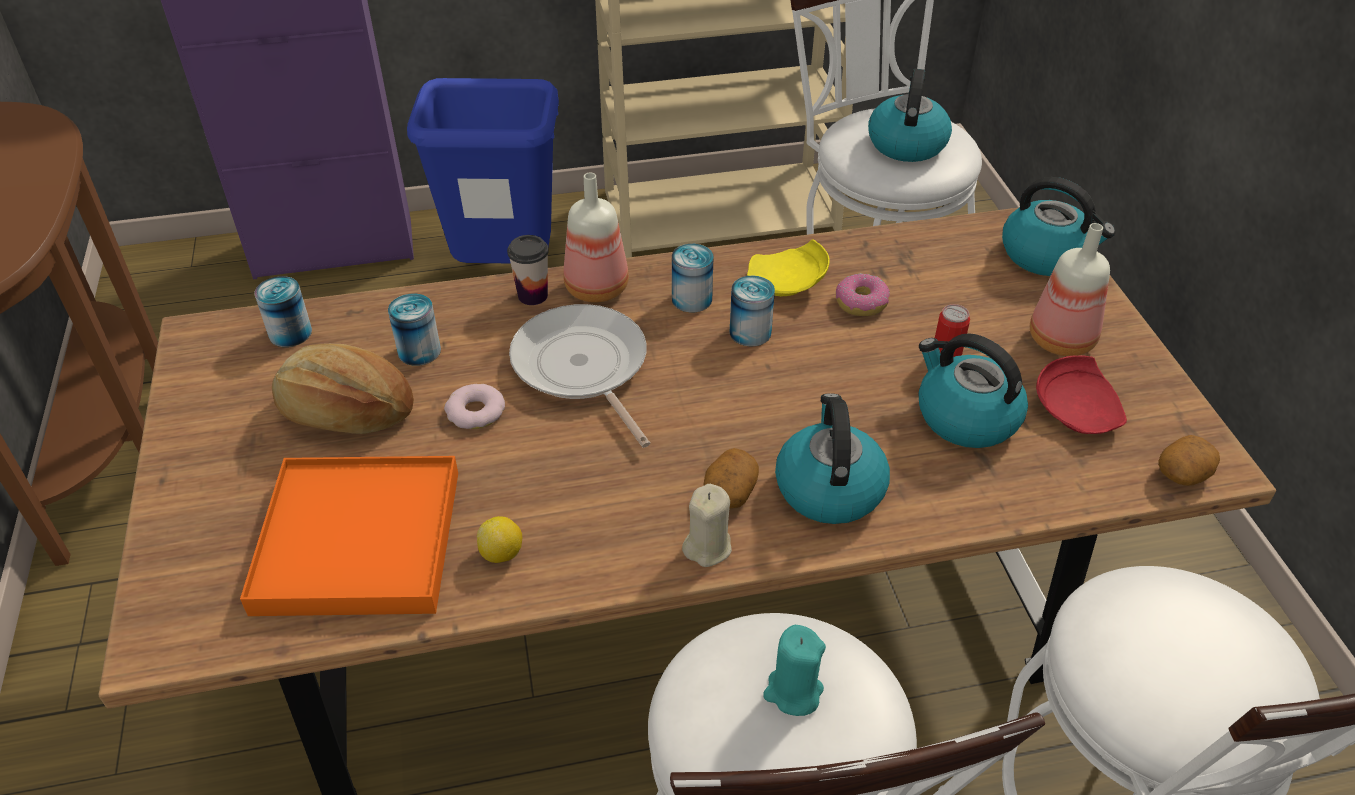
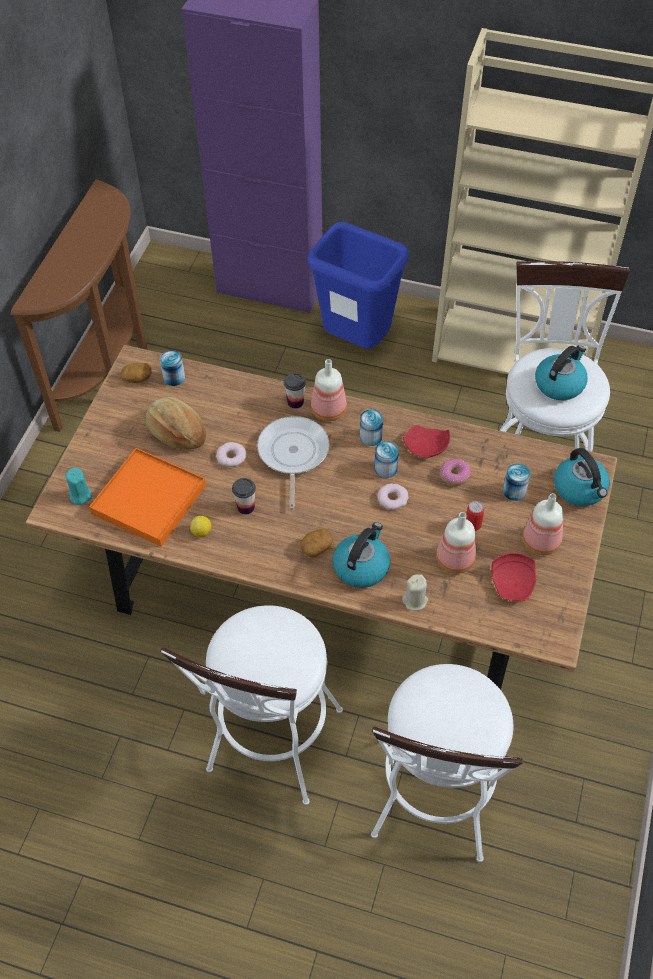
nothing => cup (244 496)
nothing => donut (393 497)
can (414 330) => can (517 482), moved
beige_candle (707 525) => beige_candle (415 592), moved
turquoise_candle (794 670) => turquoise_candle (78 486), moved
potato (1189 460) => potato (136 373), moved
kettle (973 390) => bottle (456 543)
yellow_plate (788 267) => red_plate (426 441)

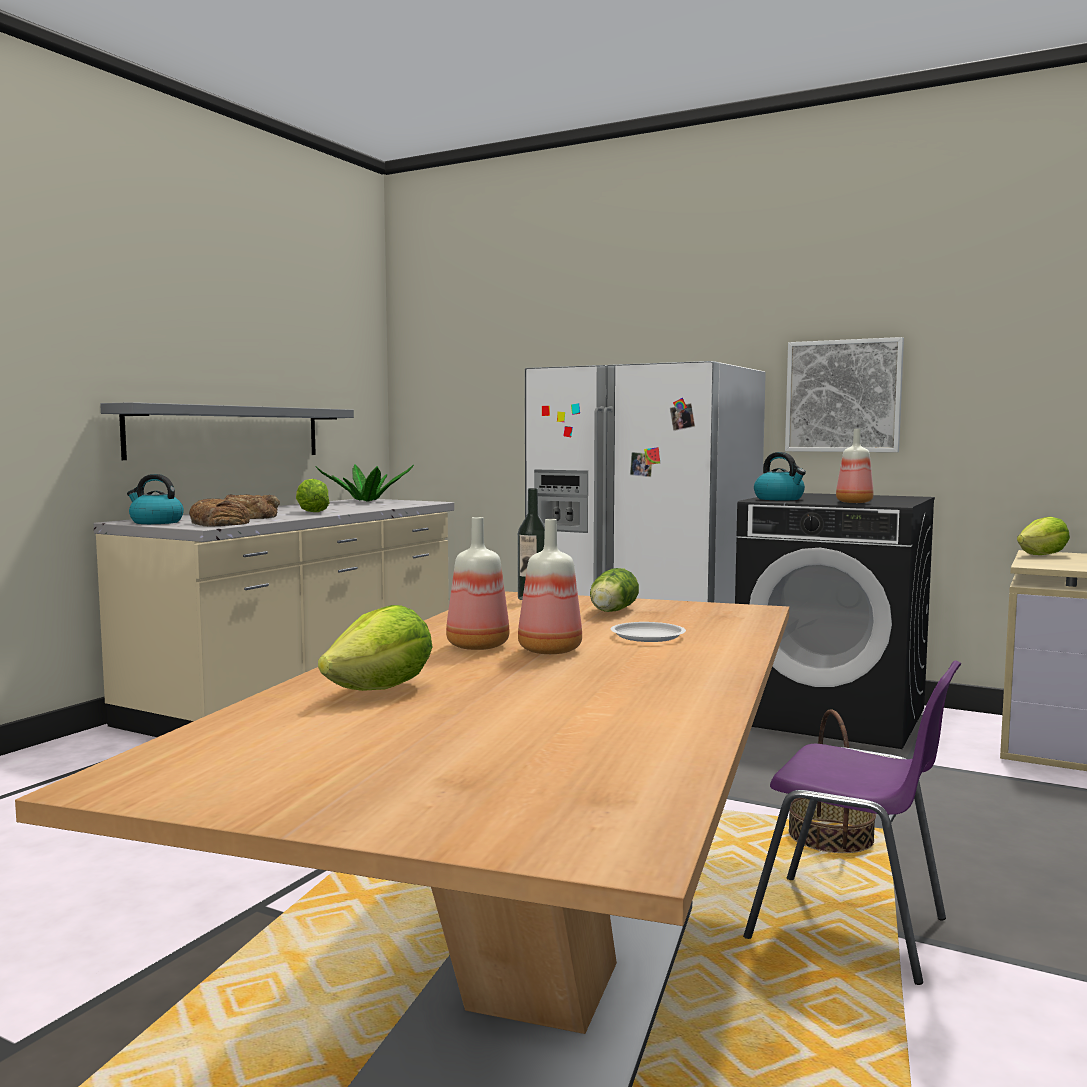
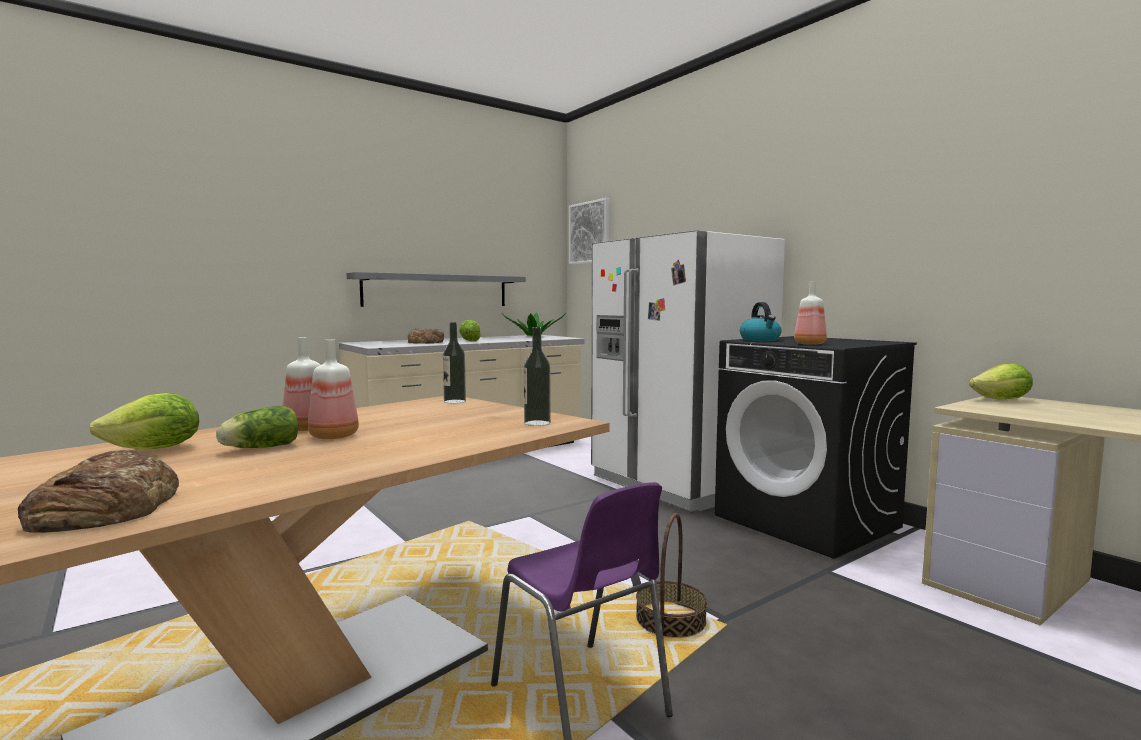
kettle (155 499) => nothing
white_plate (648 632) => nothing
nothing => bottle (537 376)
bread (219 512) => bread (98 491), moved
lettuce (614 590) => lettuce (257 427), moved
picture (844 394) => picture (589 231), moved

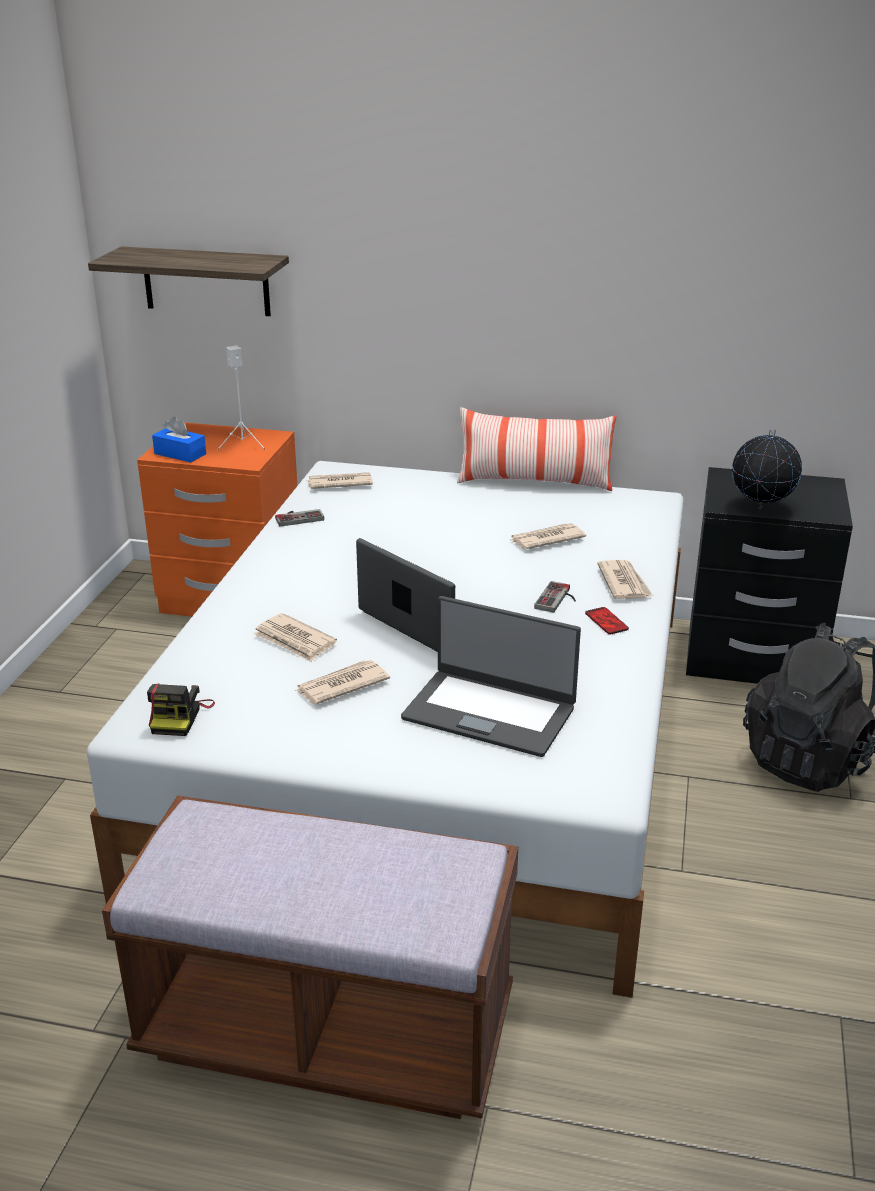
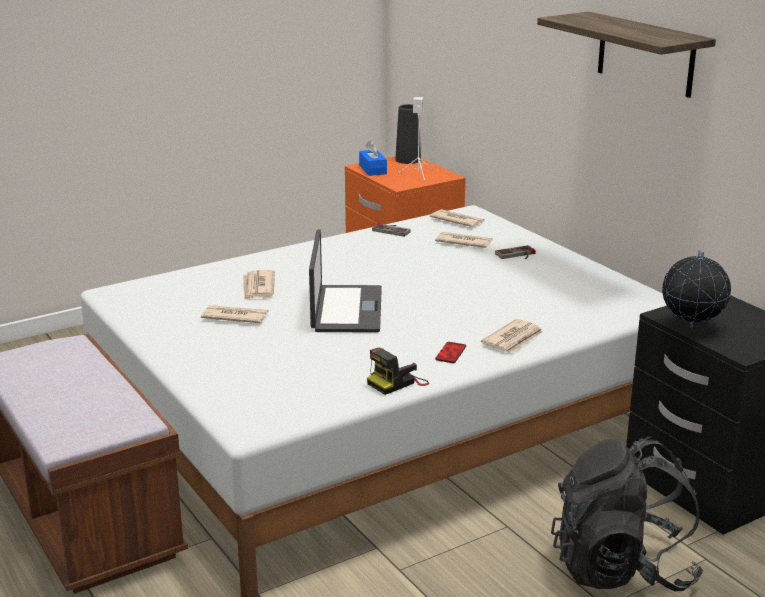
laptop (491 676) => nothing
pillow (536 449) => nothing
nothing => black_vase (408 134)
shelf (188 281) => shelf (626 55), moved
photo_camera (181 710) => photo_camera (398 371), moved
newspaper (548 536) => newspaper (464 240), moved
game_controller (555 597) => game_controller (515 252), moved

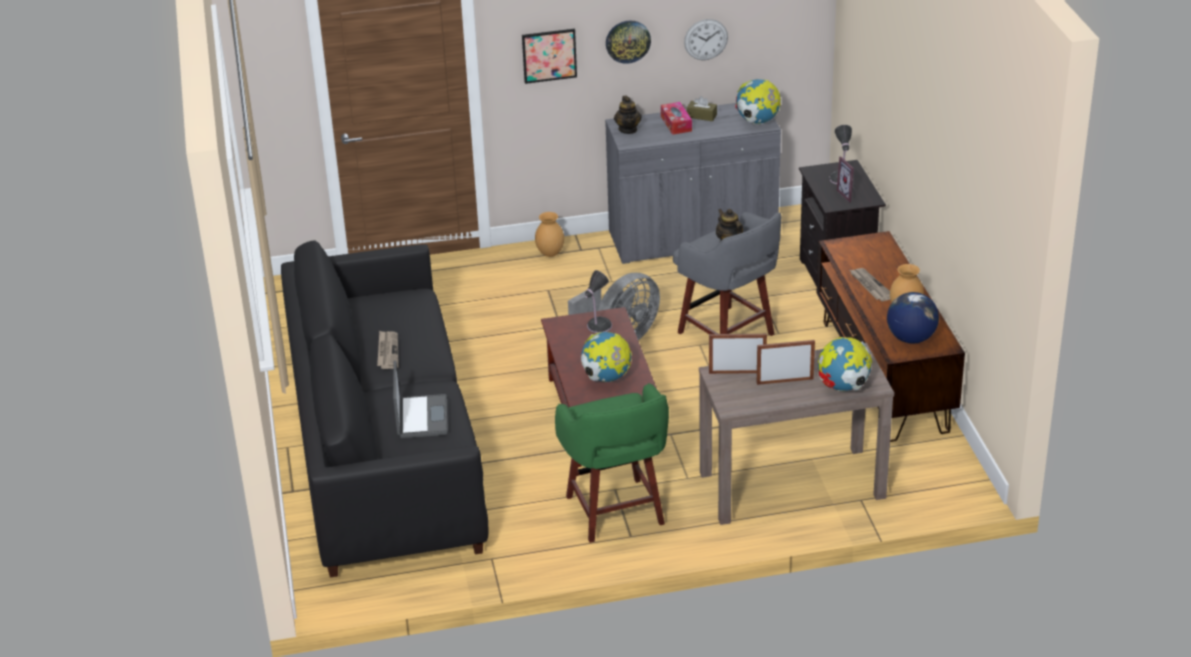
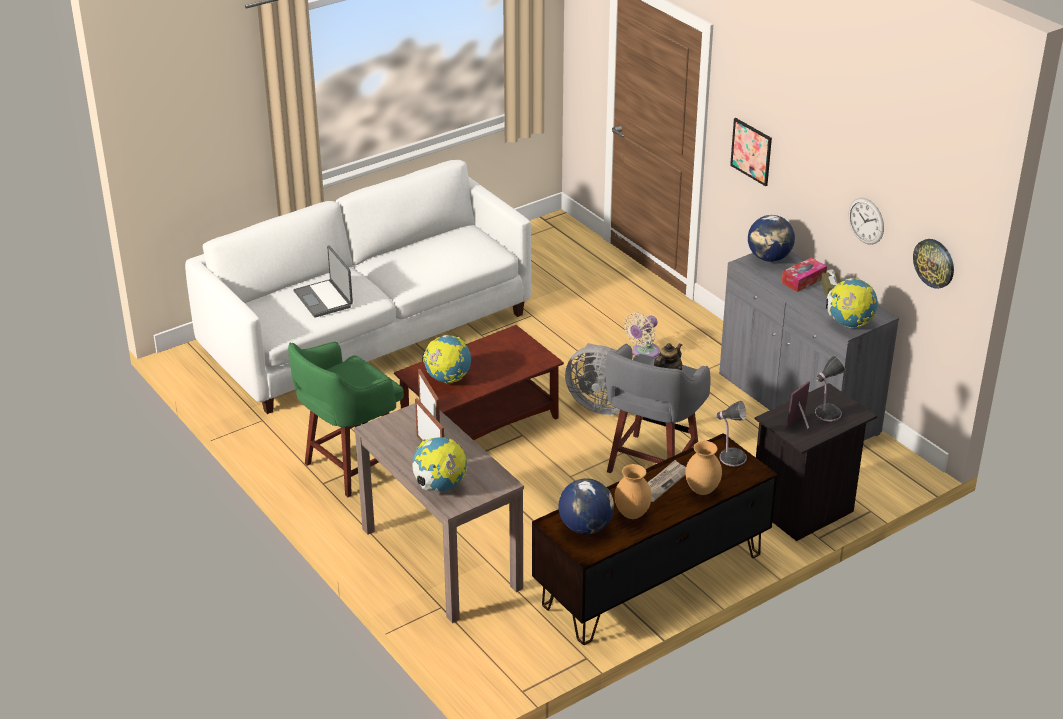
newspaper (388 350) => nothing
nothing => beige_fan (642 334)
brown_vase (549 234) => brown_vase (704 468), moved
table_lamp (598 301) => table_lamp (731 434), moved
wall_clock (628 42) => wall_clock (933 264), moved
teapot (628 115) => globe (771 238)
black_sofa (384 409) => white_sofa (358 287)
laptop (420 399) => laptop (323 281), 90 degrees clockwise

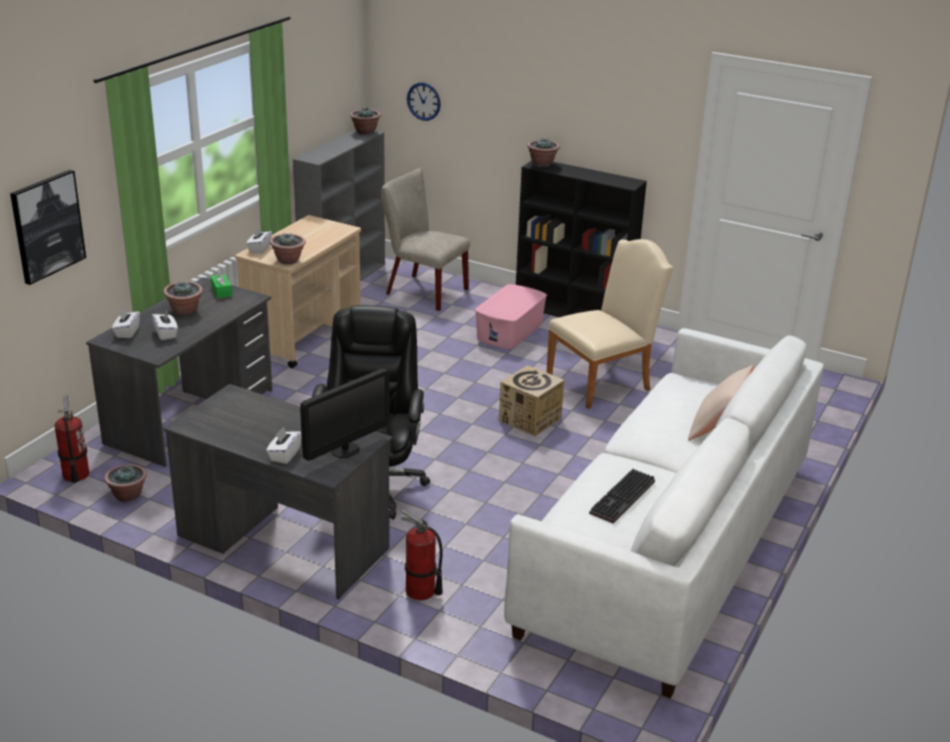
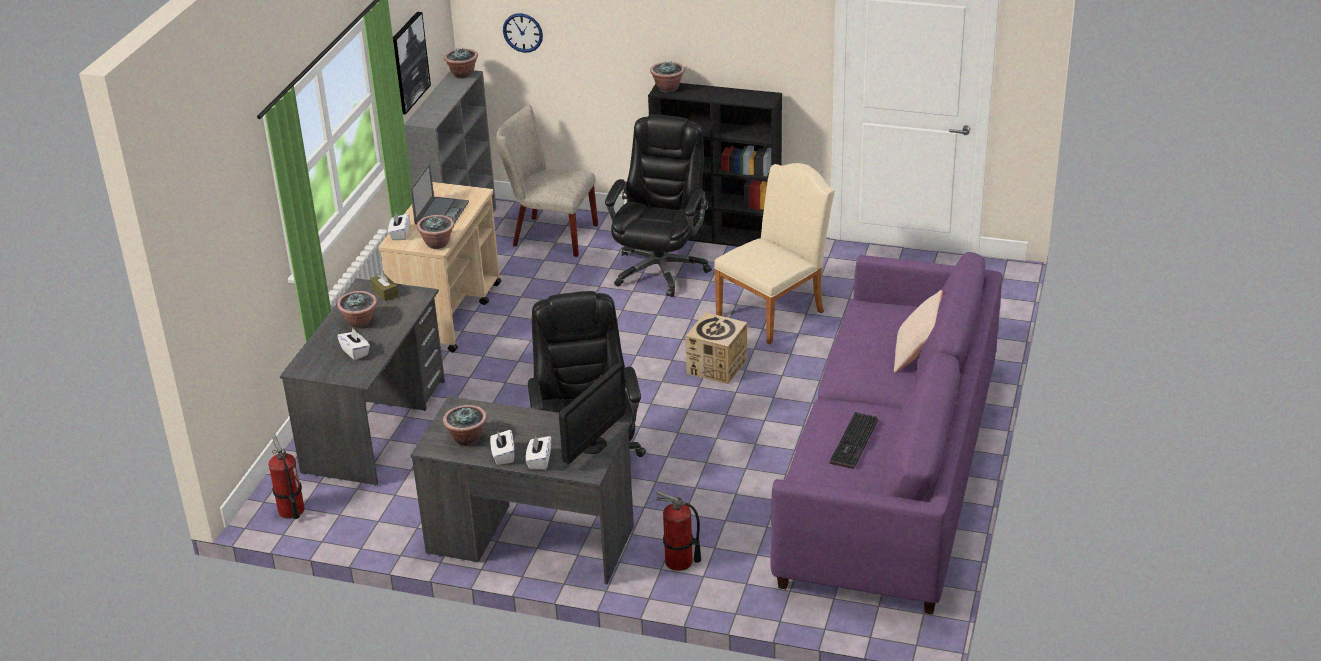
nothing => laptop (439 193)
picture (48 227) => picture (412 63), moved
potted_plant (125 483) => potted_plant (465 425), moved
white_tissue_box (126 323) => white_tissue_box (502 447), moved
pink_storage_box (511 316) => black_office_chair (658 205)
green_tissue_box (221 284) => brown_tissue_box (384 286)
white_sofa (664 513) => purple_sofa (886 433)

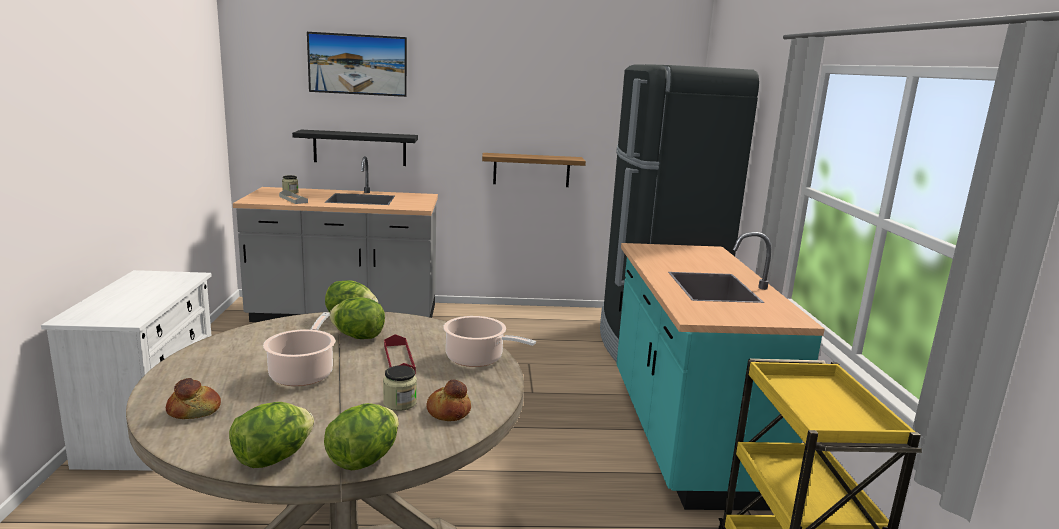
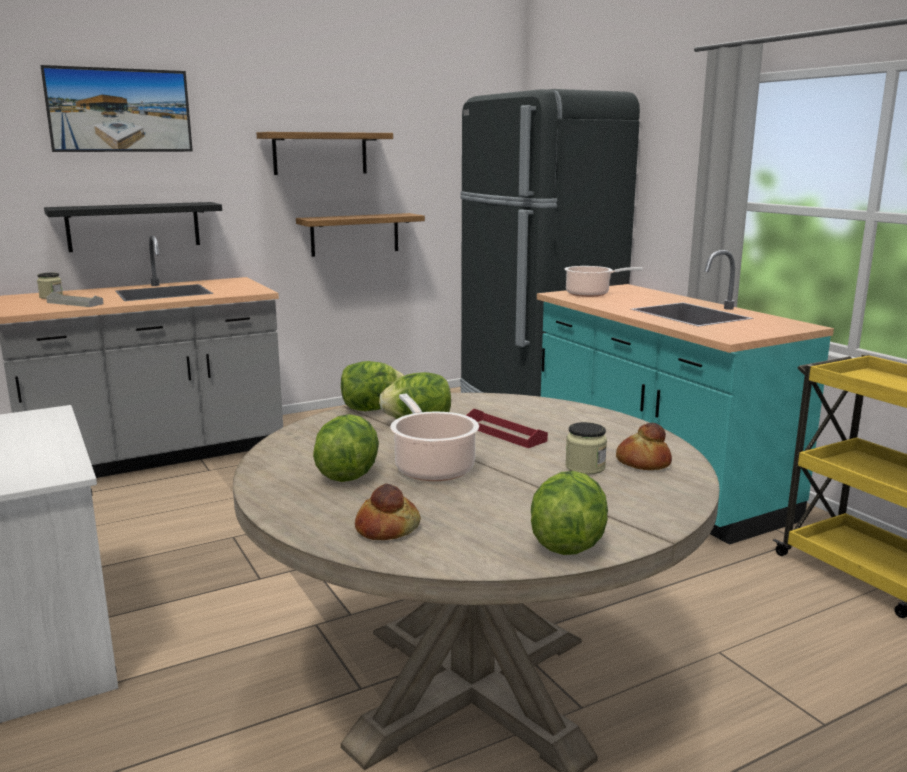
nothing => shelf (324 153)
lettuce (361 436) => lettuce (346 448), moved
cooking_pot (489 341) => cooking_pot (604 281), moved

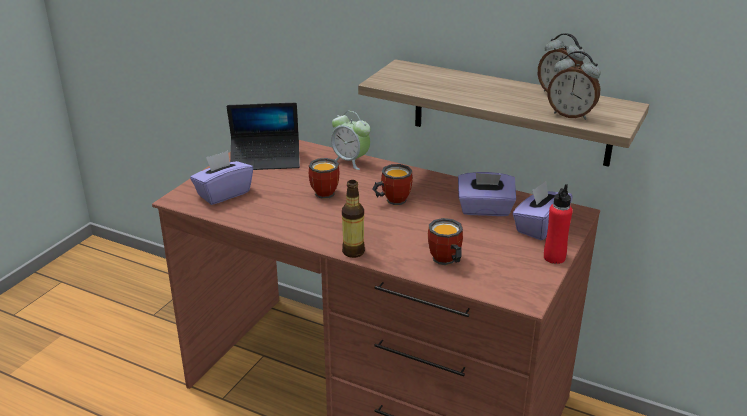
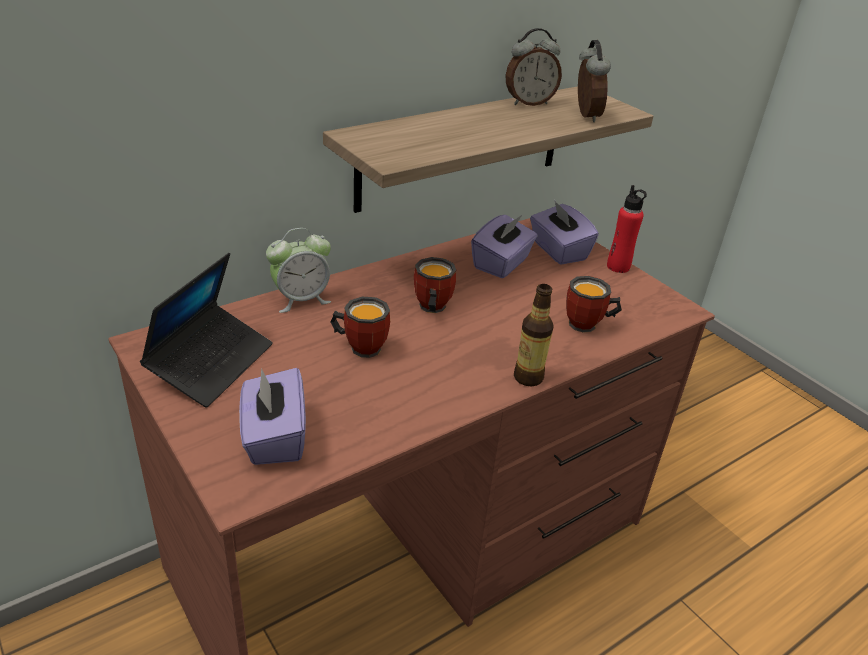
alarm_clock (574 85) => alarm_clock (594 81), 60 degrees counterclockwise

